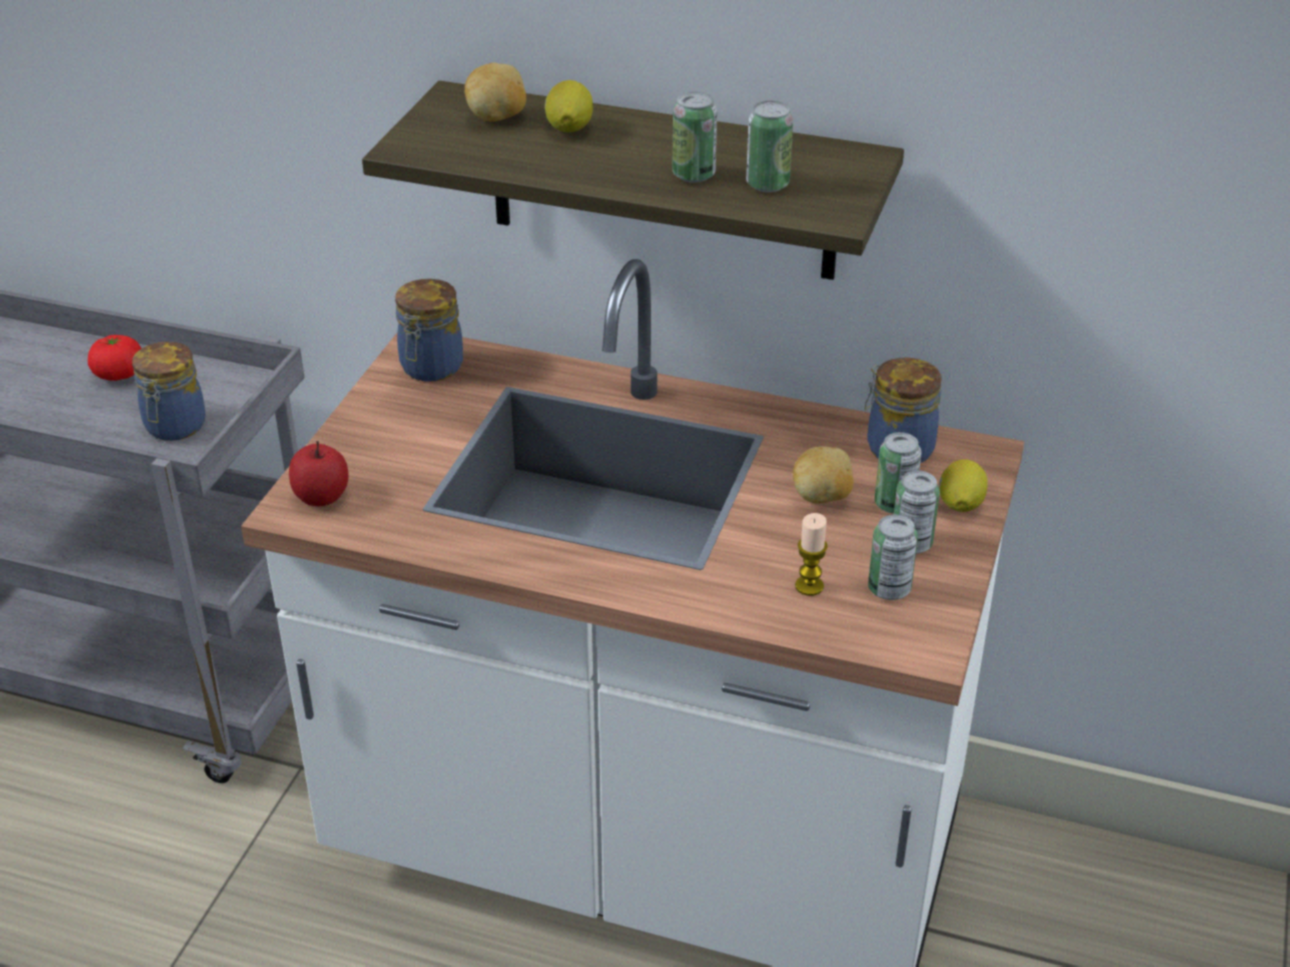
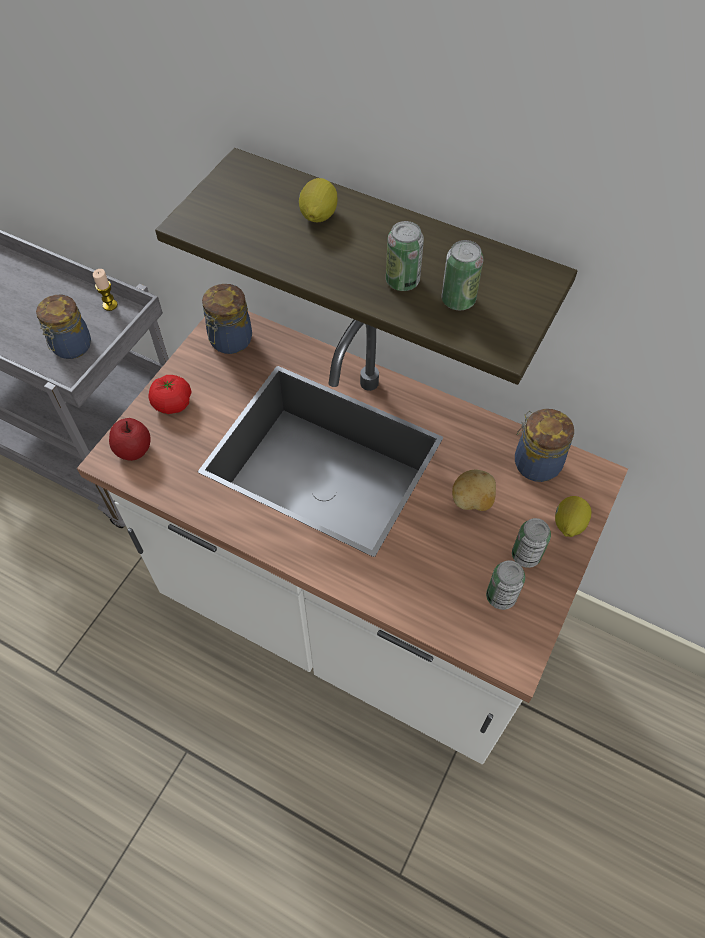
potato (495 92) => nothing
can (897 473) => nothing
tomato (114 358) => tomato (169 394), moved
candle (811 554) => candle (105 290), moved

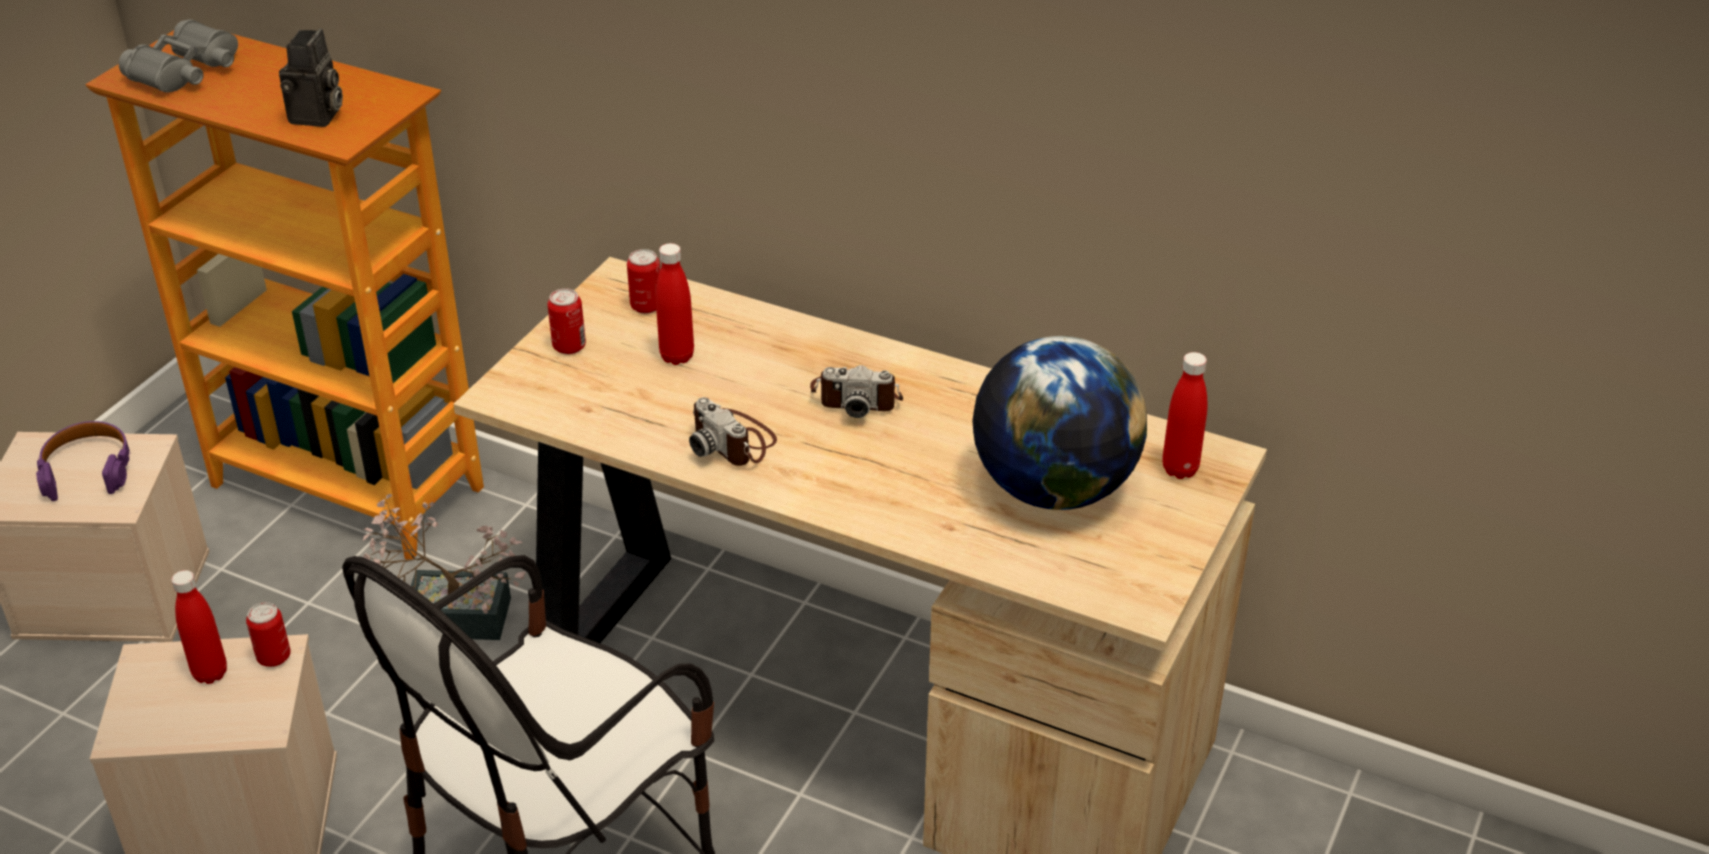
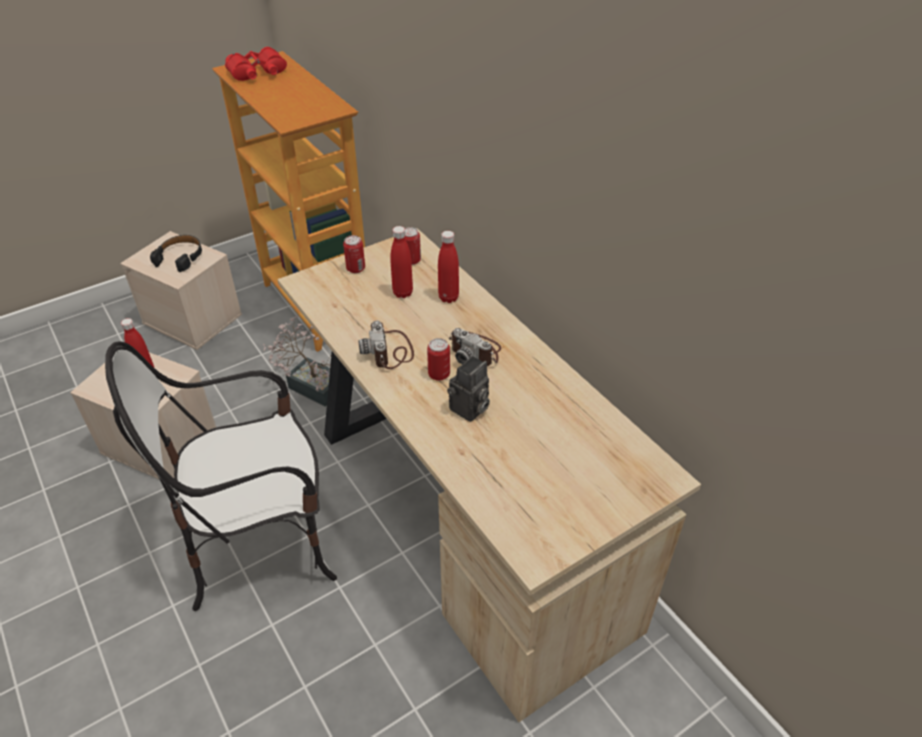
globe (1059 423) => nothing
can (268 634) => can (438 359), moved
photo_camera (311 77) => photo_camera (468 389), moved
red_bottle (1184 415) => red_bottle (448 267), moved
purple_headphones (83 461) => black_headphones (176 253)
grey_binoculars (178 56) => red_binoculars (256 64)

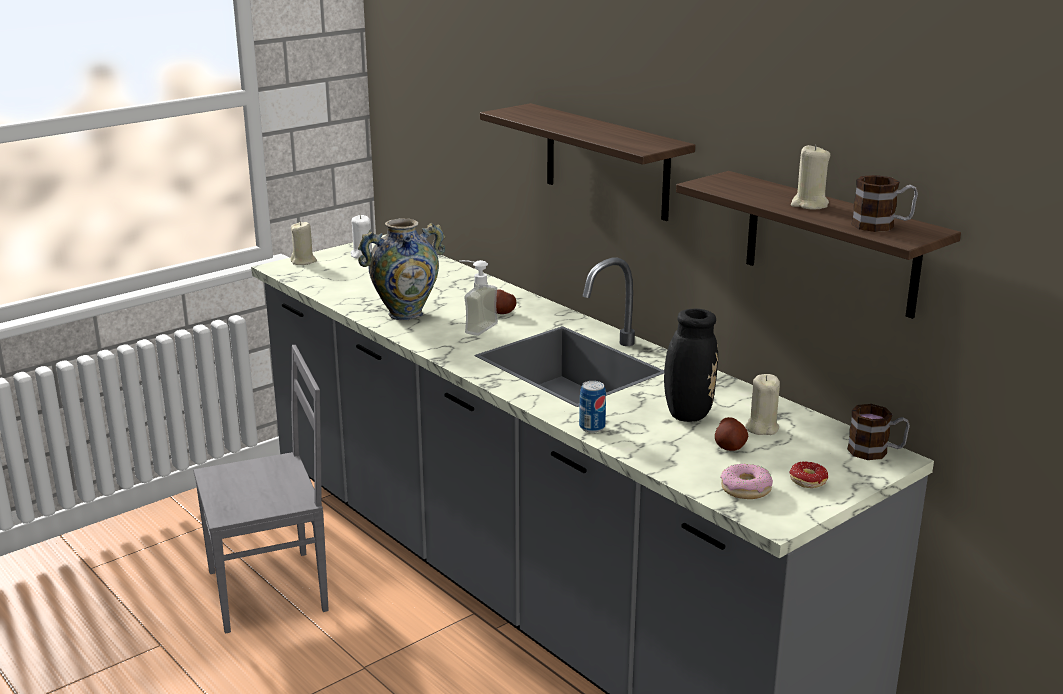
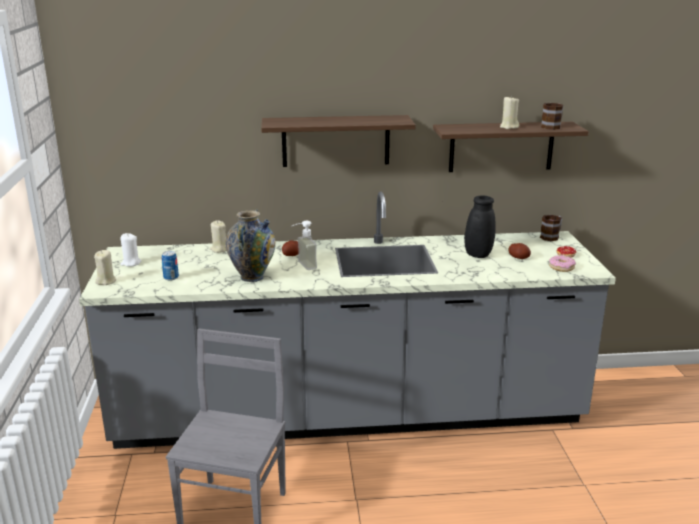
can (592 407) => can (170 266), moved
beige_candle (762 404) => beige_candle (218 236), moved

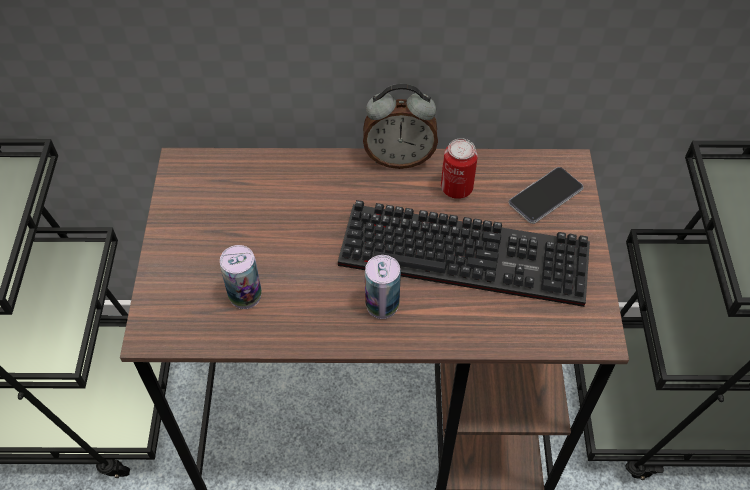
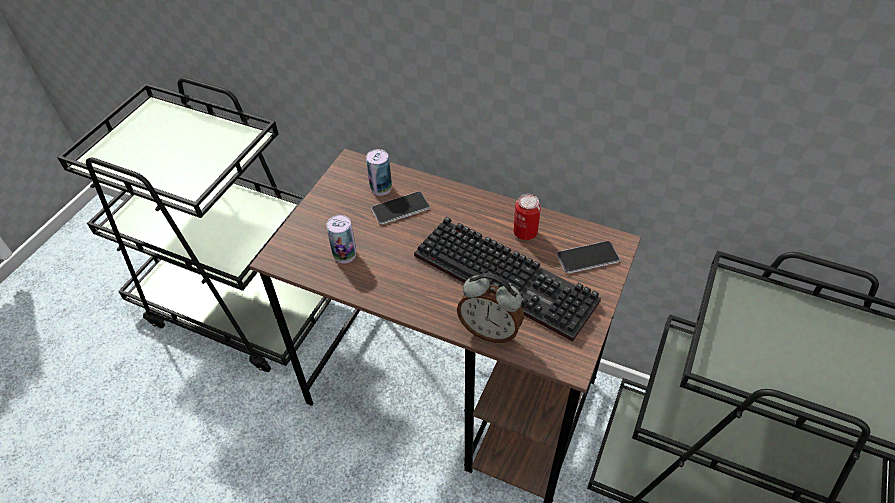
nothing => phone (400 208)
alarm_clock (400 126) => alarm_clock (490 308), moved
can (383 287) => can (379 172), moved

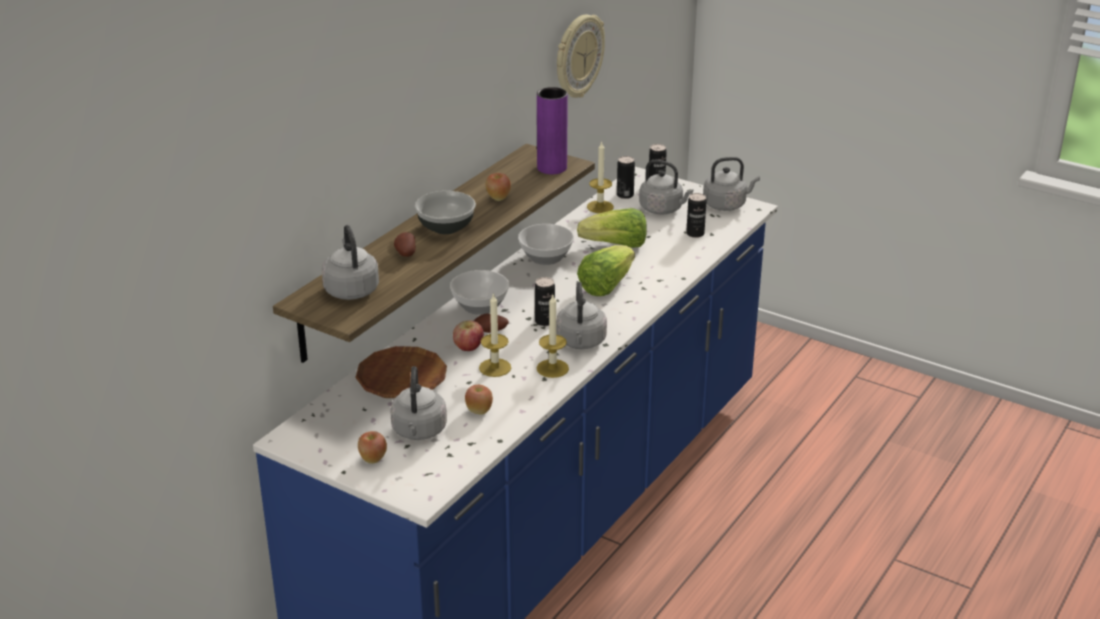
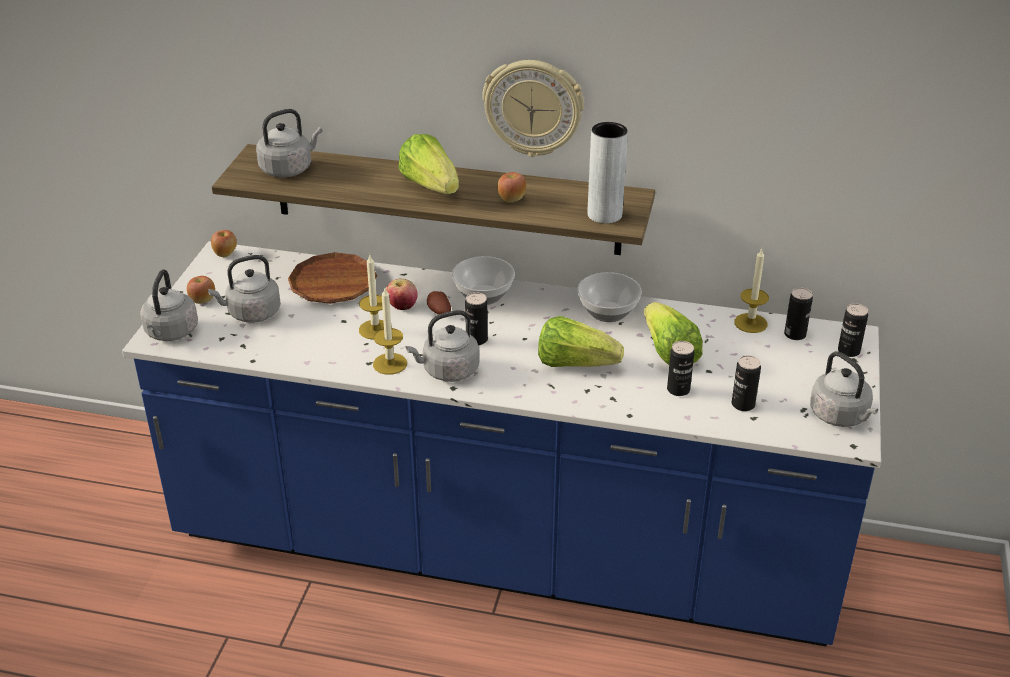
potato (405 244) => nothing
nothing => can (680 368)
apple (479 399) => apple (224 243), moved
wall_clock (581 56) => wall_clock (533 108), moved
grey_kettle (666 187) => grey_kettle (169 305), moved
bowl (445 212) => lettuce (429 164)
purple_vase (552 130) => grey_vase (608 173)

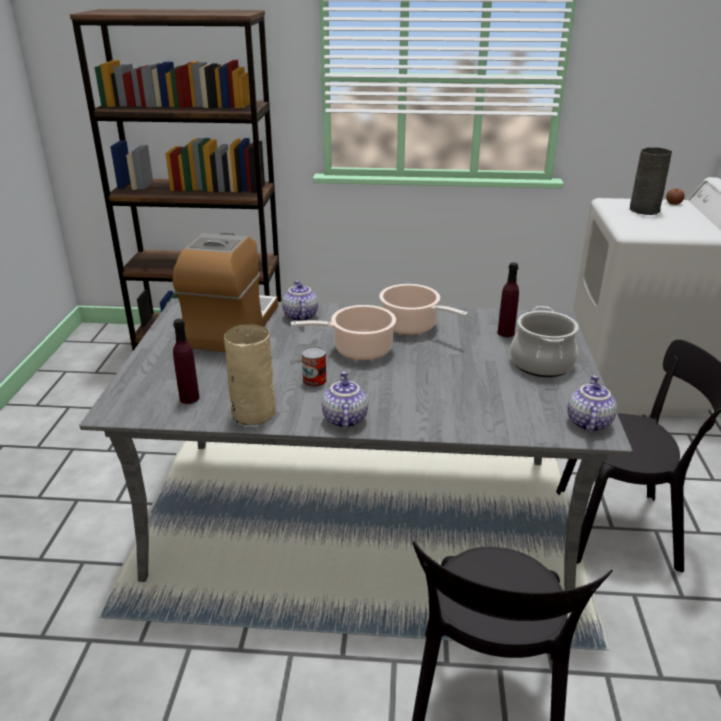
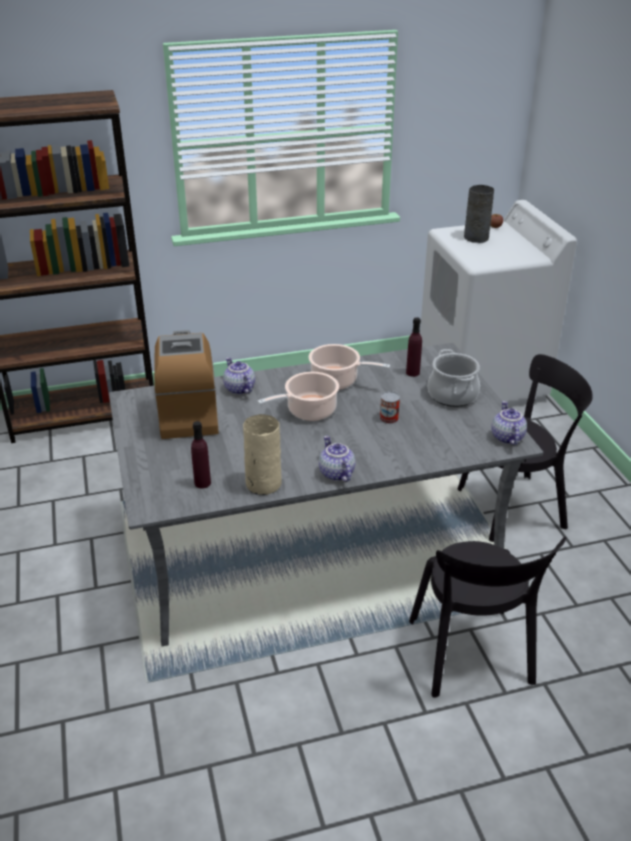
can (314 366) => can (390 407), moved

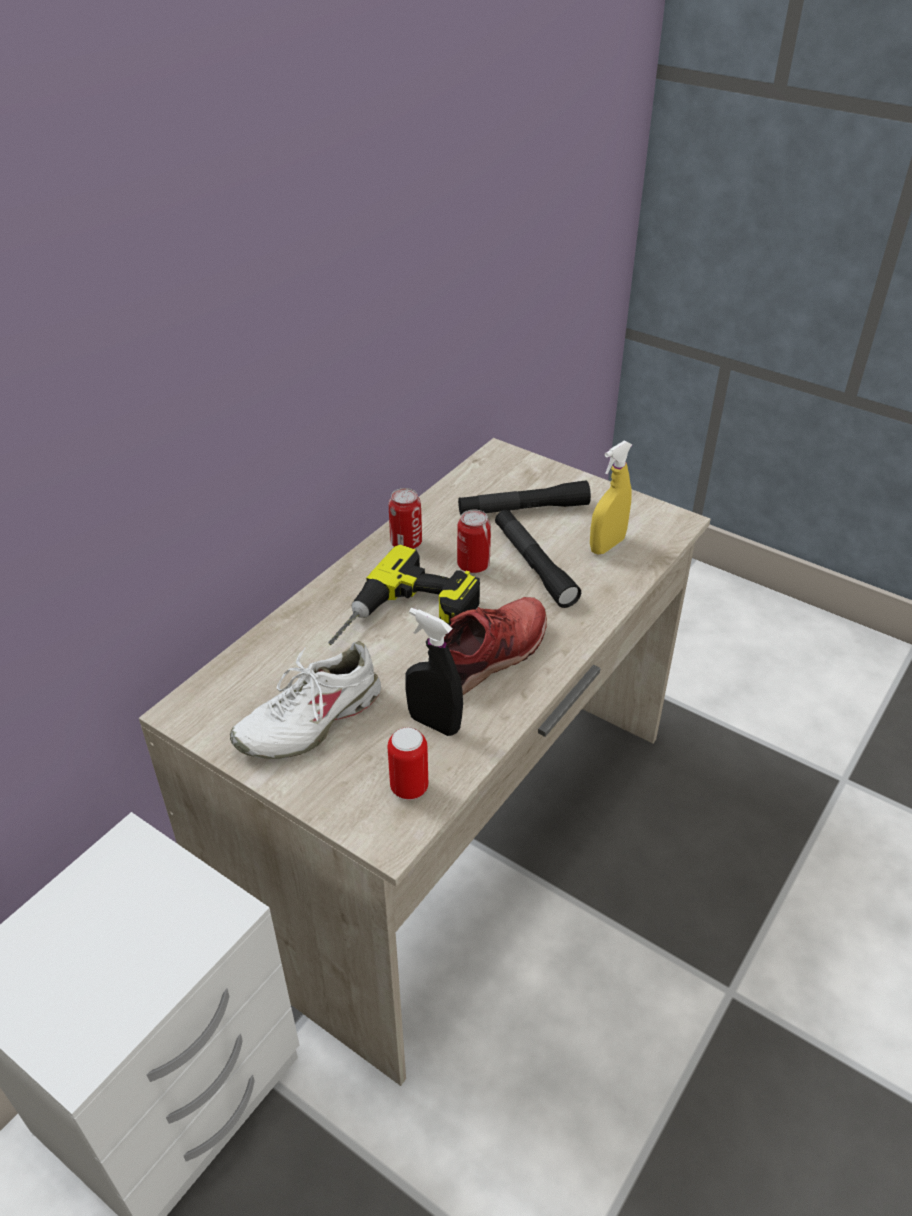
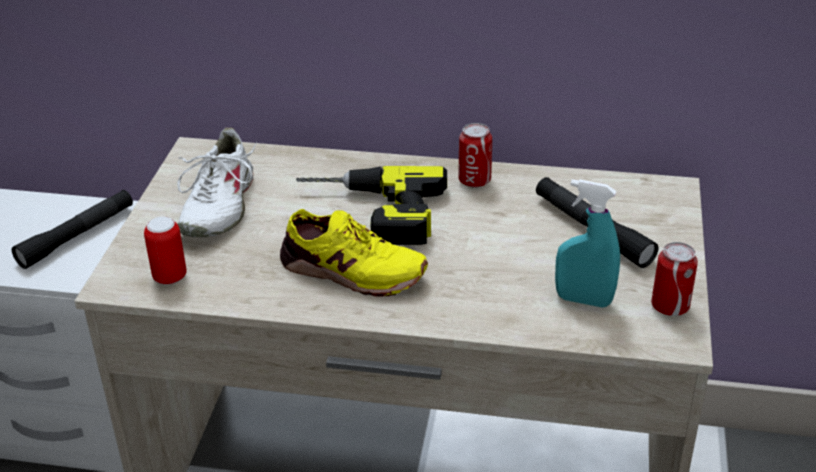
black_spray_bottle (434 672) => nothing
can (474 541) => can (674 279), moved
black_flashlight (538 559) => black_flashlight (72 229), moved
red_shoe (495 646) => yellow_shoe (354 253)
yellow_spray_bottle (611 498) => turquoise_spray_bottle (587 243)
white_shoe (305 700) => white_shoe (217 183), 105 degrees counterclockwise

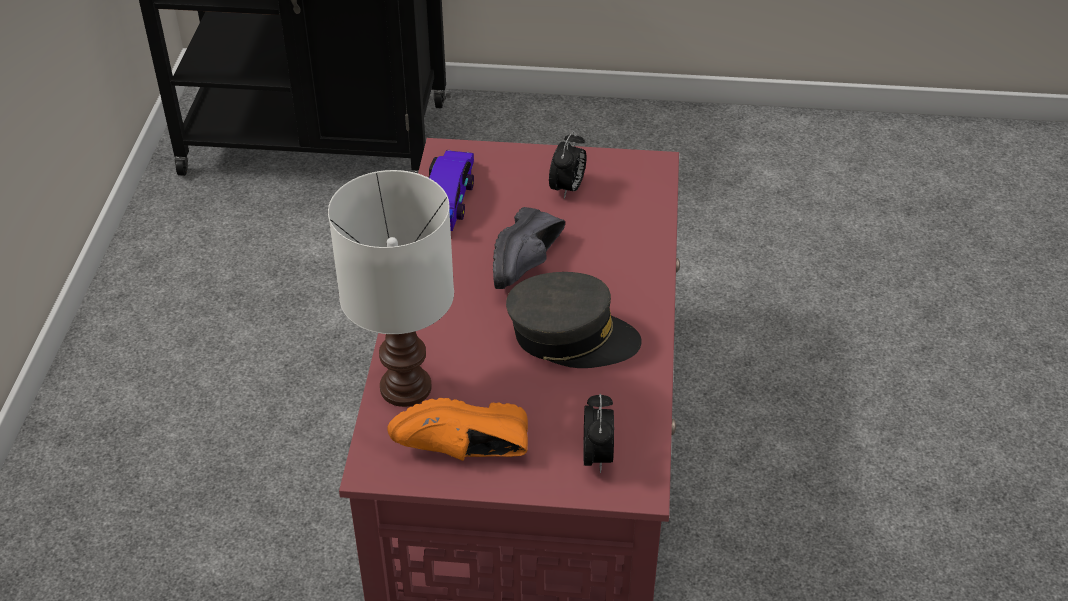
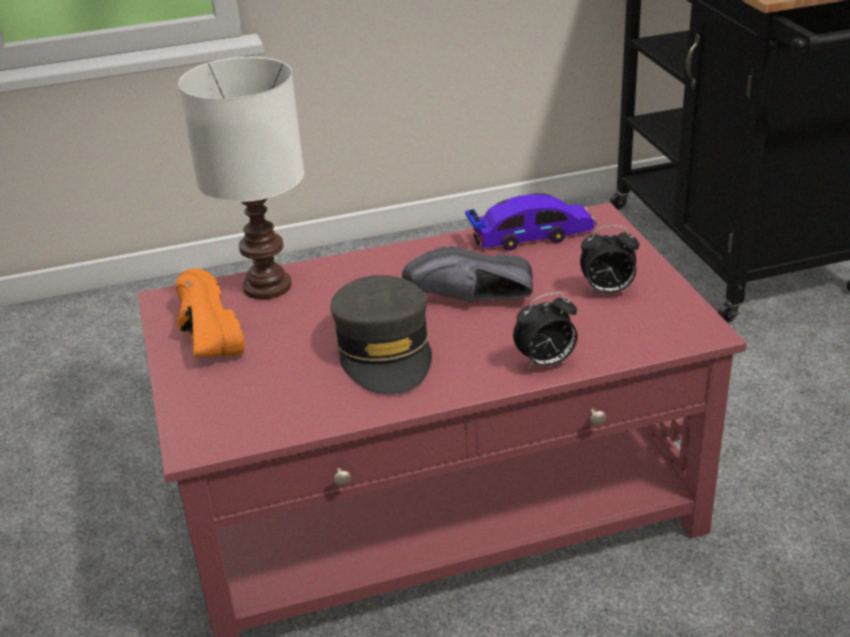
alarm_clock (599 433) => alarm_clock (545 330), moved

